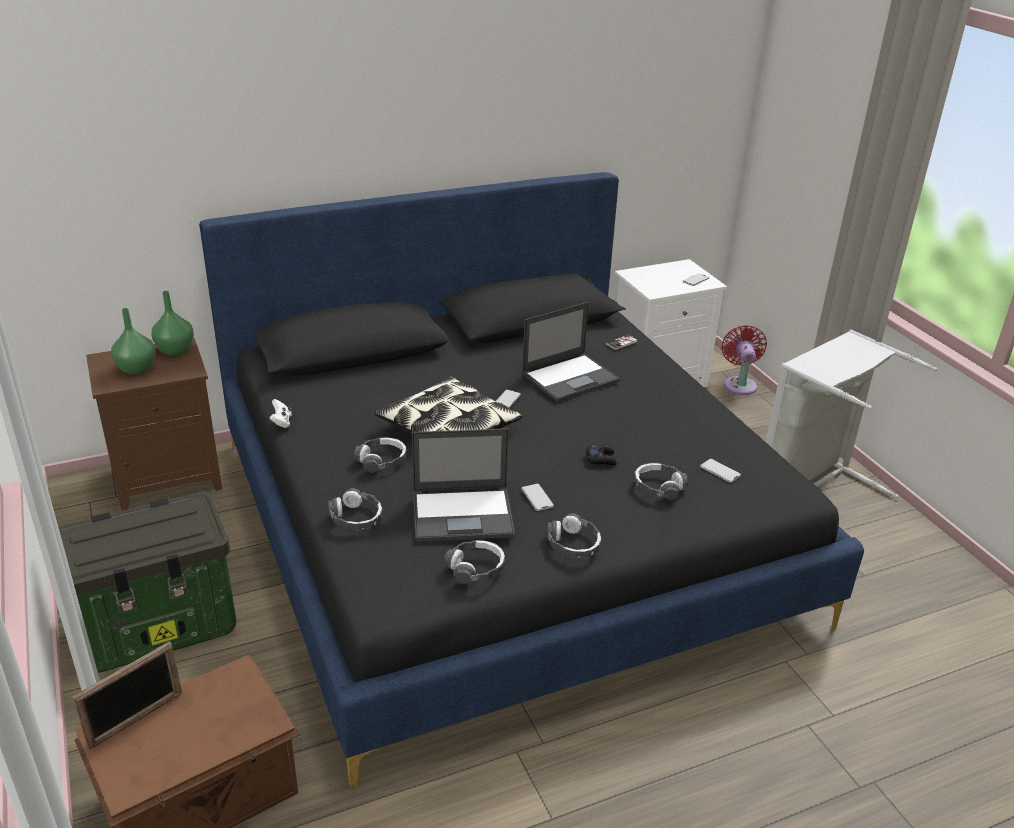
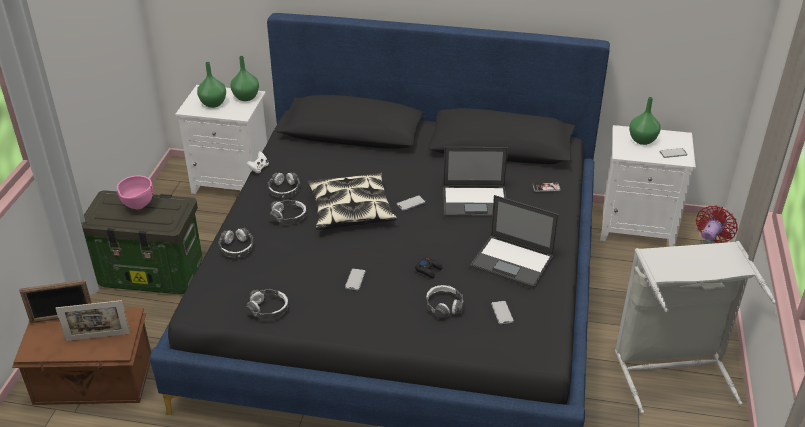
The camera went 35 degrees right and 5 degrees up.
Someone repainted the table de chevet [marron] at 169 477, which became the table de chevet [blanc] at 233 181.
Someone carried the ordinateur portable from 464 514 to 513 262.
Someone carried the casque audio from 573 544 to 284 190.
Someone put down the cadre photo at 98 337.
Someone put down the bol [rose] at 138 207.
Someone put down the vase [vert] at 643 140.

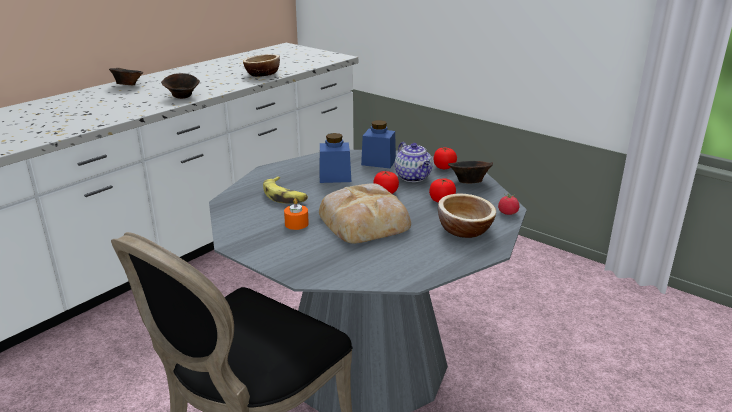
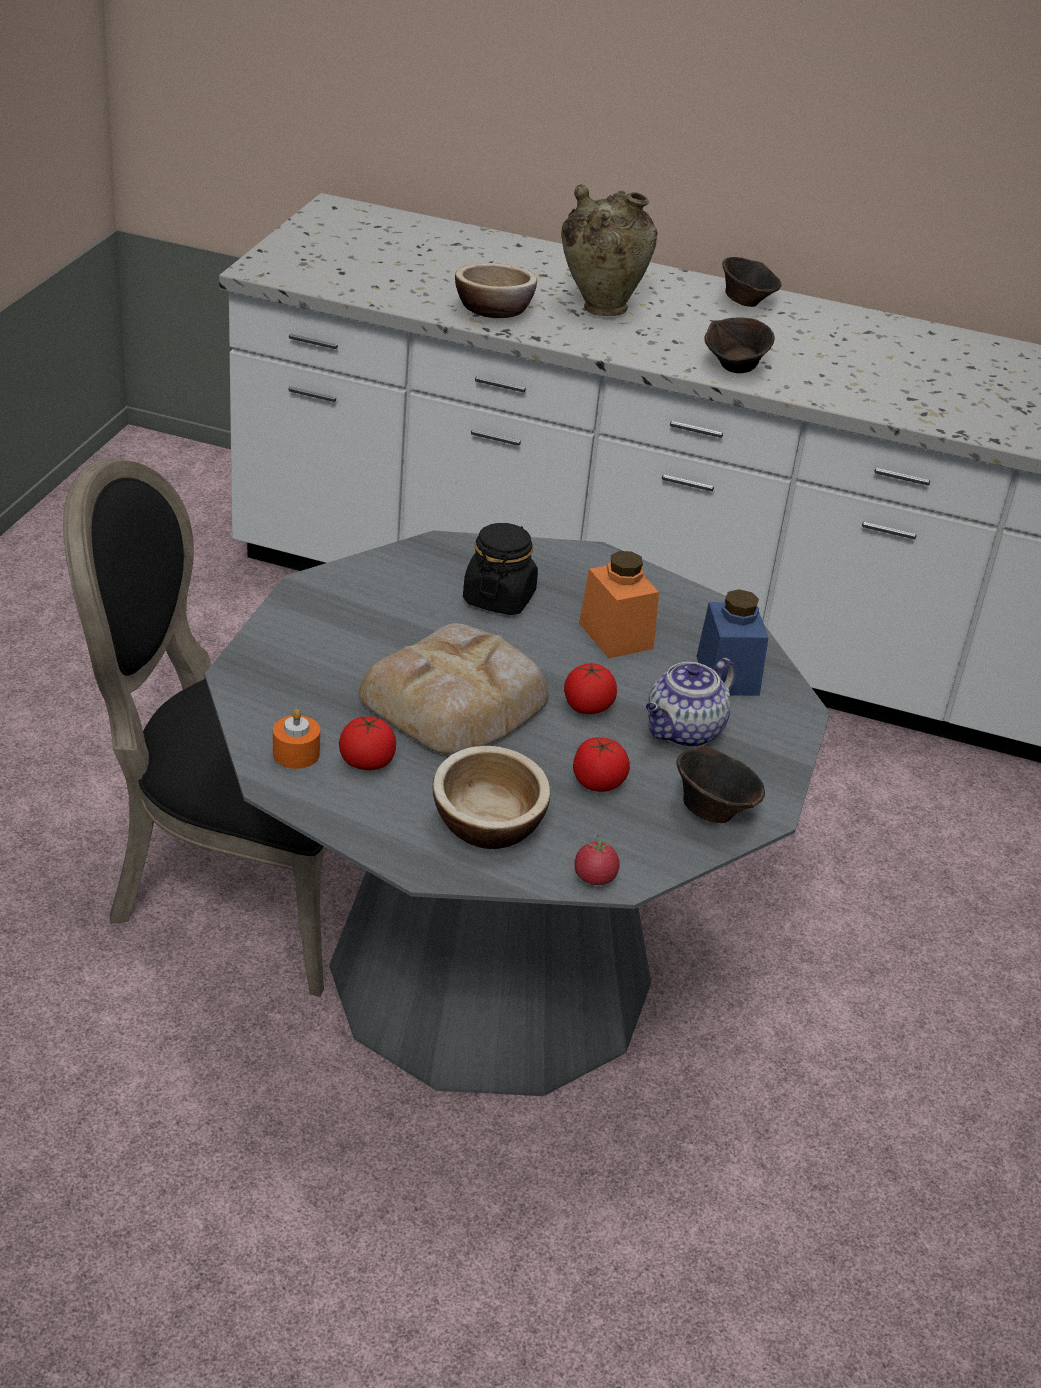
The camera went 65 degrees right and 10 degrees up.
Someone carried the bol from 262 74 to 493 310.
Someone swapped the banane at 285 196 for the bocal [noir] at 499 598.
Someone carried the bougie [orange] from 296 224 to 296 753.
Someone repainted the bocal [bleu] at 335 177, which became the bocal [orange] at 616 636.
Someone carried the tomate from 444 167 to 366 762.
Someone put down the vase [beige] at 600 307.

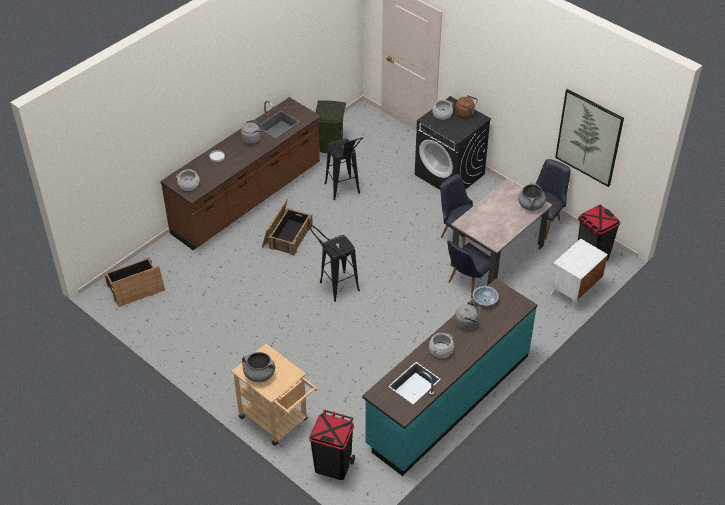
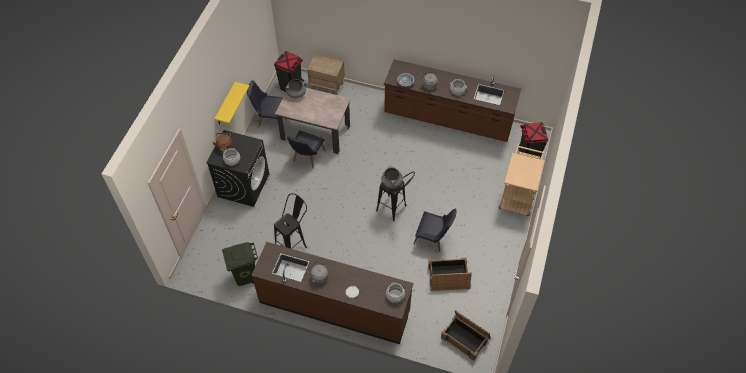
The camera went 115 degrees left and 10 degrees up.
Someone carried the marmite [gris] from 259 375 to 391 182.
Someone carried the caisse from 287 235 to 448 277.
Someone repainted the comptoir de cuisine [turquoise] at 448 400, which became the comptoir de cuisine [marron] at 448 120.
Someone carried the chaise [noir] from 467 283 to 433 239.
Someone repainted the table de chevet [blanc] at 574 292, which became the table de chevet [marron] at 327 87.
Someone took away the tableau at 589 137.
Someone put up the étagère [jaune] at 225 104.

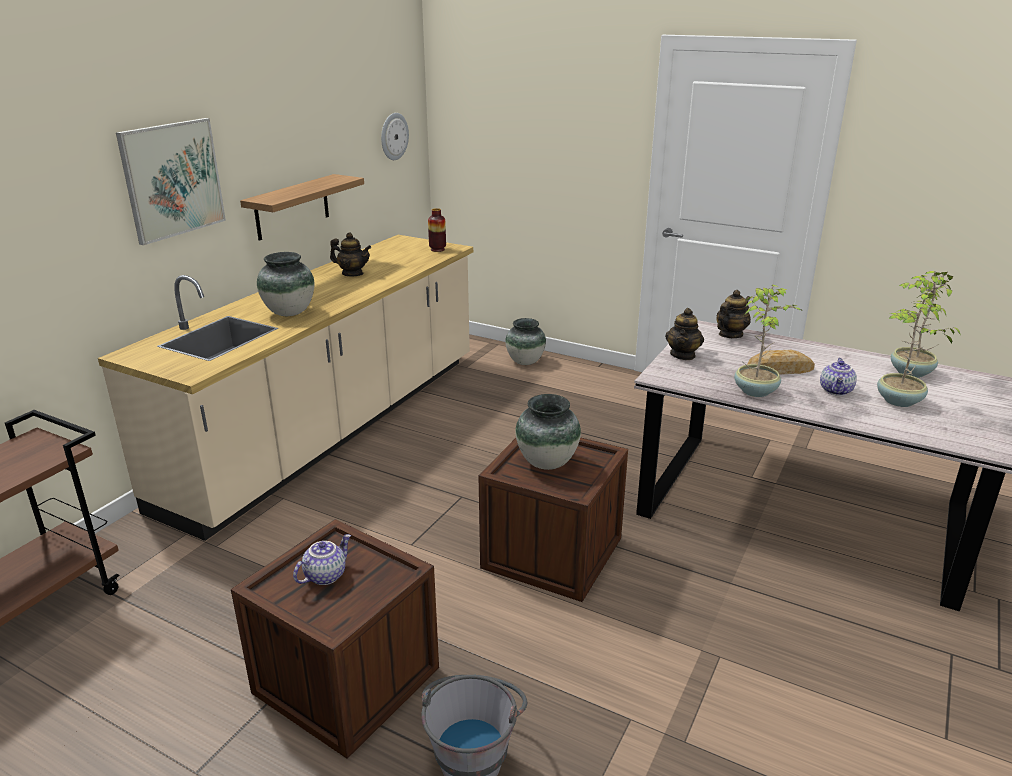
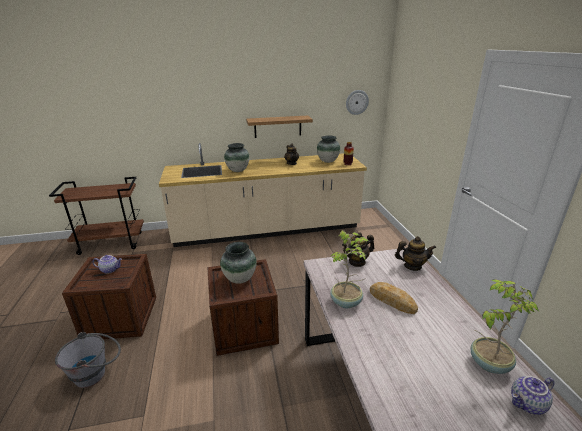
The camera went 50 degrees right and 0 degrees up.
Someone took away the tableau at 173 179.
Someone carried the vase from 525 362 to 327 161.
Someone carried the théière from 836 391 to 528 404.
Someone took away the plante en pot at 898 401.

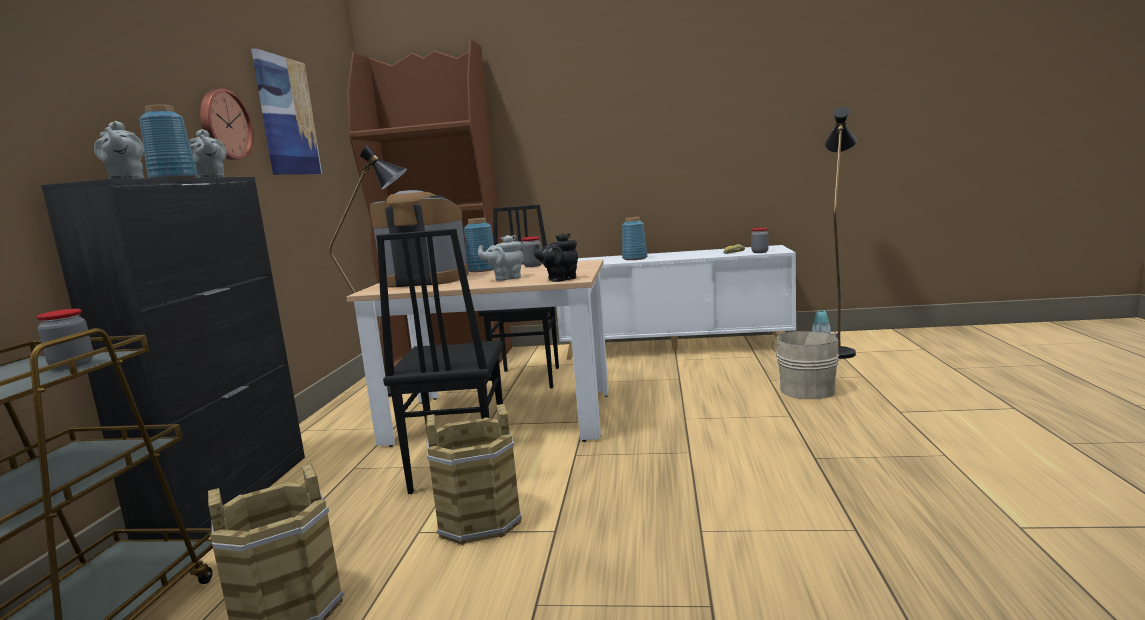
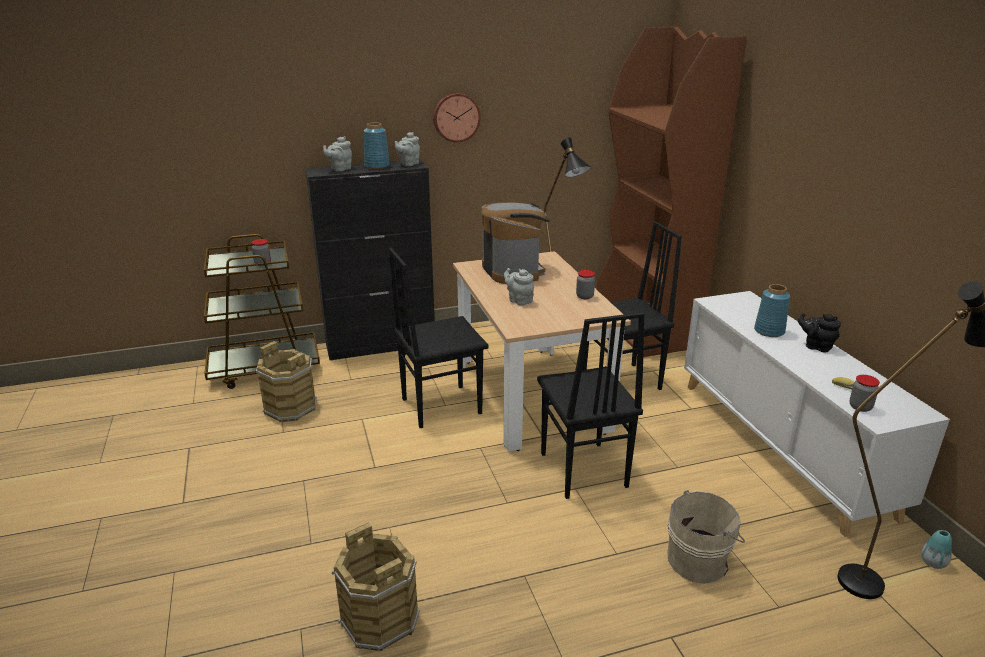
The camera went 65 degrees right and 15 degrees up.
Someone took away the tableau at 287 116.
Someone carried the seau [marron] from 479 520 to 379 620.
Someone took away the vase [bleu] at 482 270.
Someone carried the théière [noir] from 560 279 to 816 346.
Someone put down the chaise [noir] at 582 471.

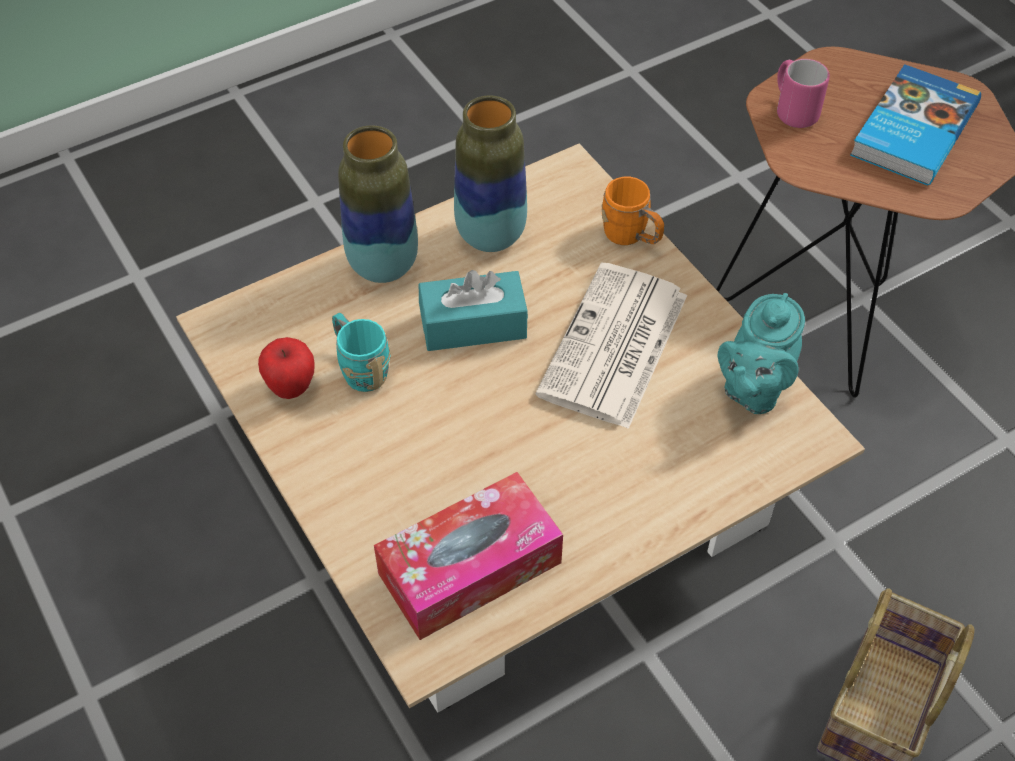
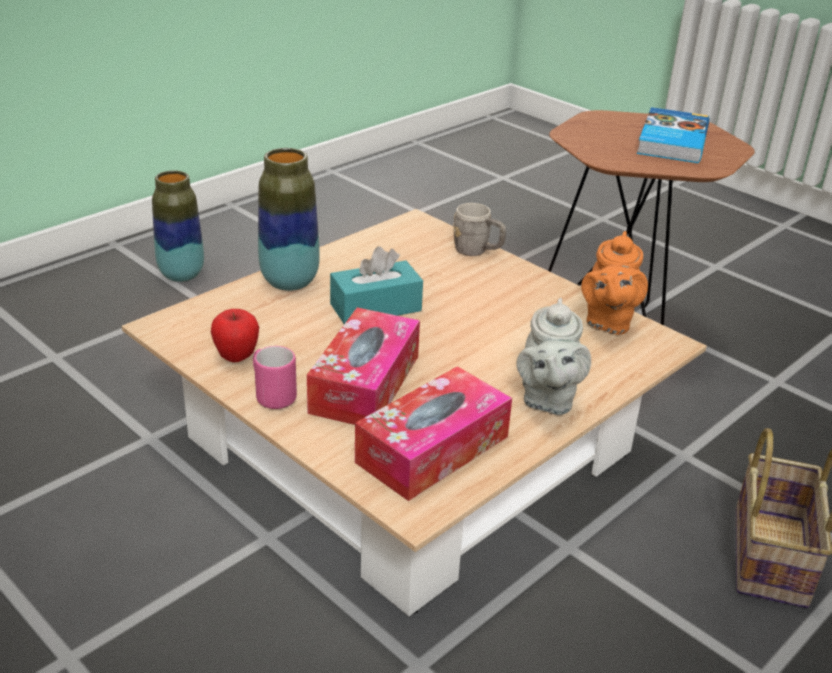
The camera went 15 degrees left and 20 degrees down.
Someone took away the mug [turquoise] at 360 368.
Someone carried the vase from 491 235 to 181 275.
Someone took away the journal at 614 347.
Someone repainted the mug [orange] at 631 237, which became the mug [gris] at 477 251.
Someone repainted the théière [turquoise] at 753 389, which became the théière [orange] at 608 322.
Someone carried the mug [rose] from 792 110 to 272 395.
Someone put down the boîte à mouchoirs at 365 384.
Someone put down the théière [gris] at 547 399.

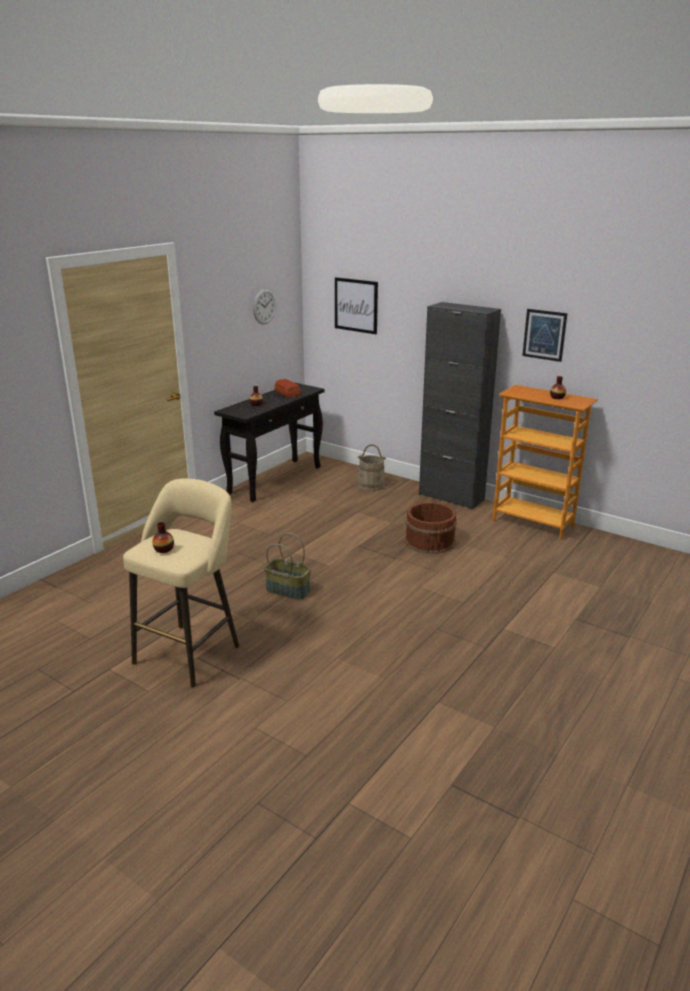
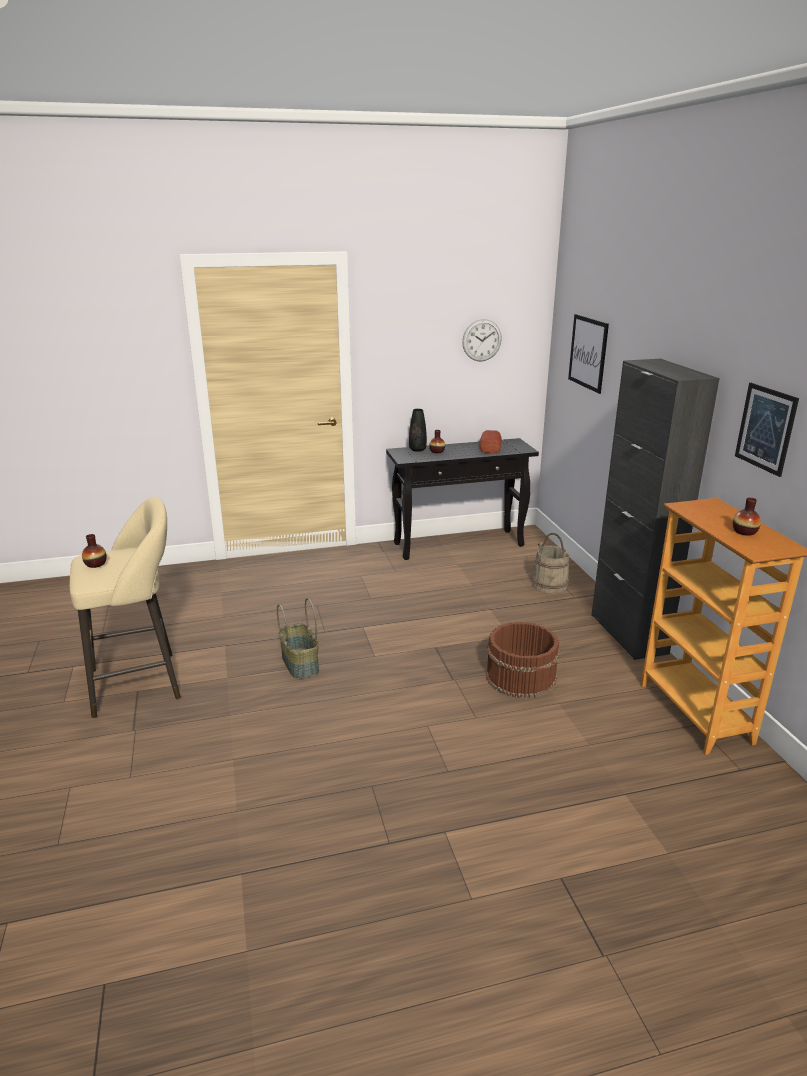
The camera went 40 degrees right and 0 degrees up.
Someone put down the vase [noir] at 417 449.

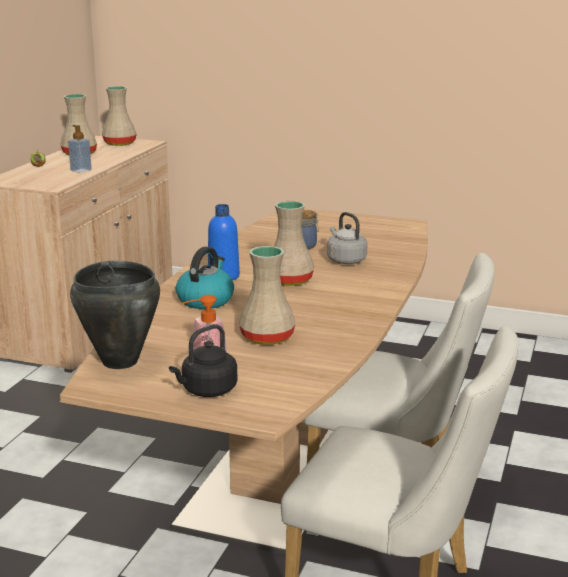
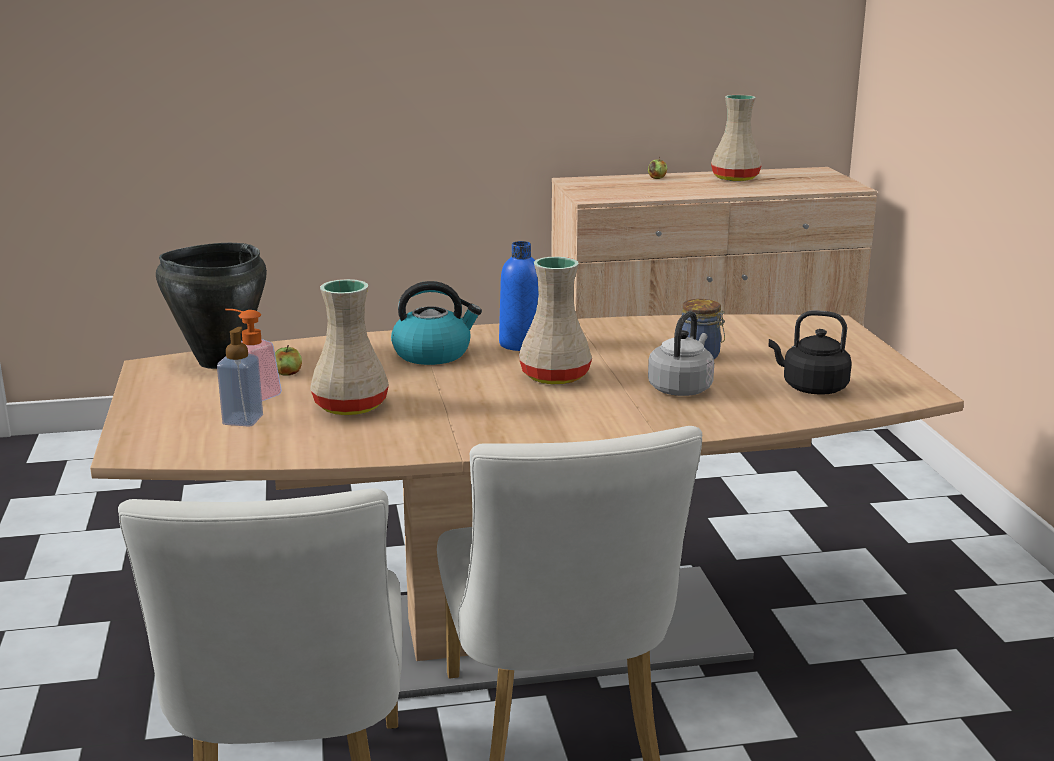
The camera went 60 degrees right and 0 degrees up.
Someone carried the distributeur de savon from 81 170 to 243 420.
Someone took away the vase [beige] at 119 144.
Someone carried the bouilloire [noir] from 207 390 to 811 388.
Someone put down the pomme at 288 373.

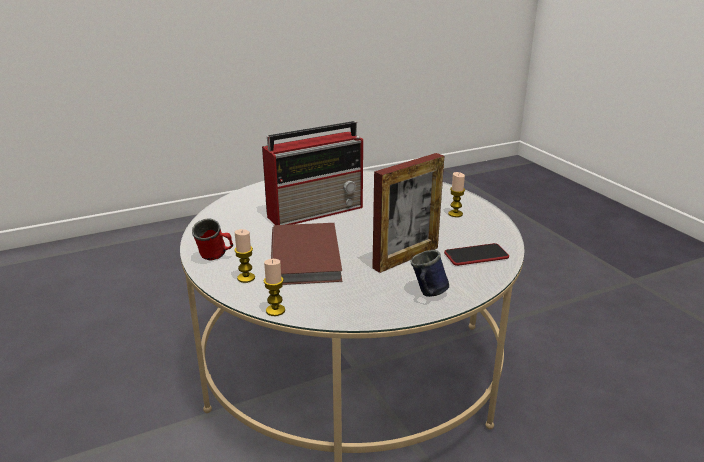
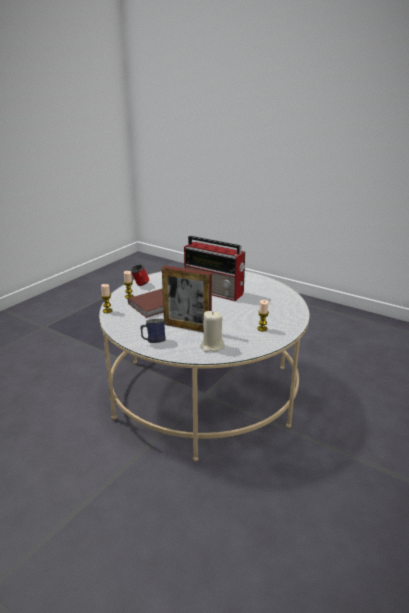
The camera went 60 degrees right and 0 degrees up.
Someone swapped the téléphone at 476 256 for the bougie [beige] at 212 346.

